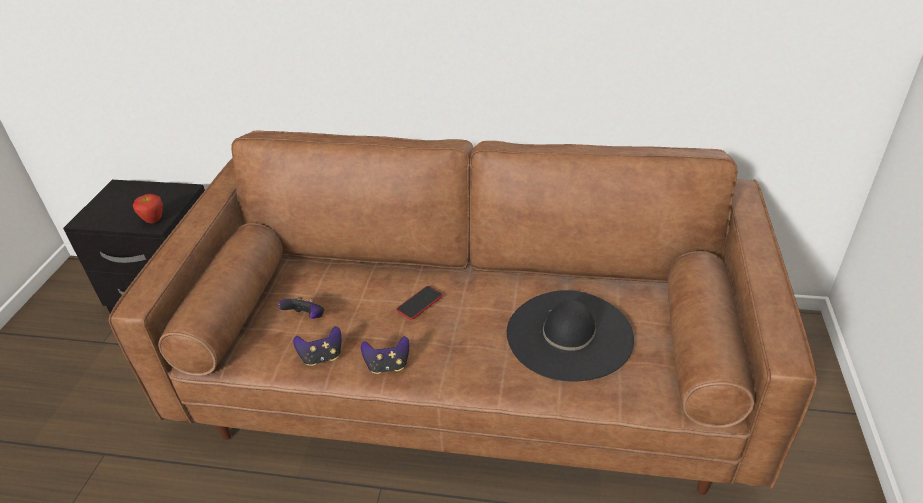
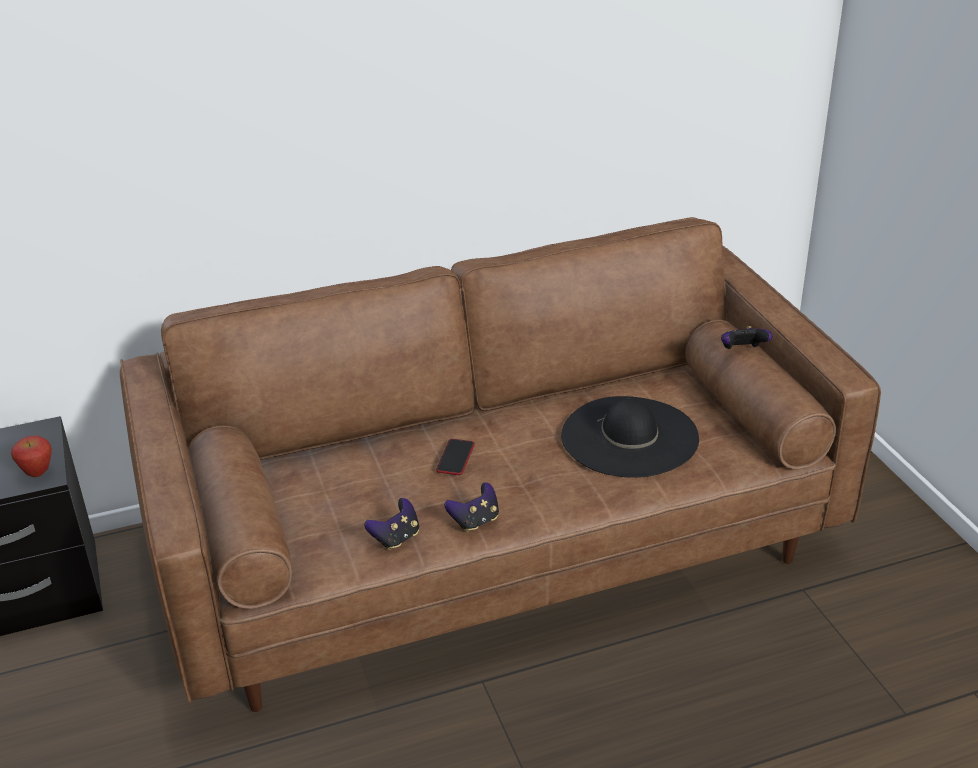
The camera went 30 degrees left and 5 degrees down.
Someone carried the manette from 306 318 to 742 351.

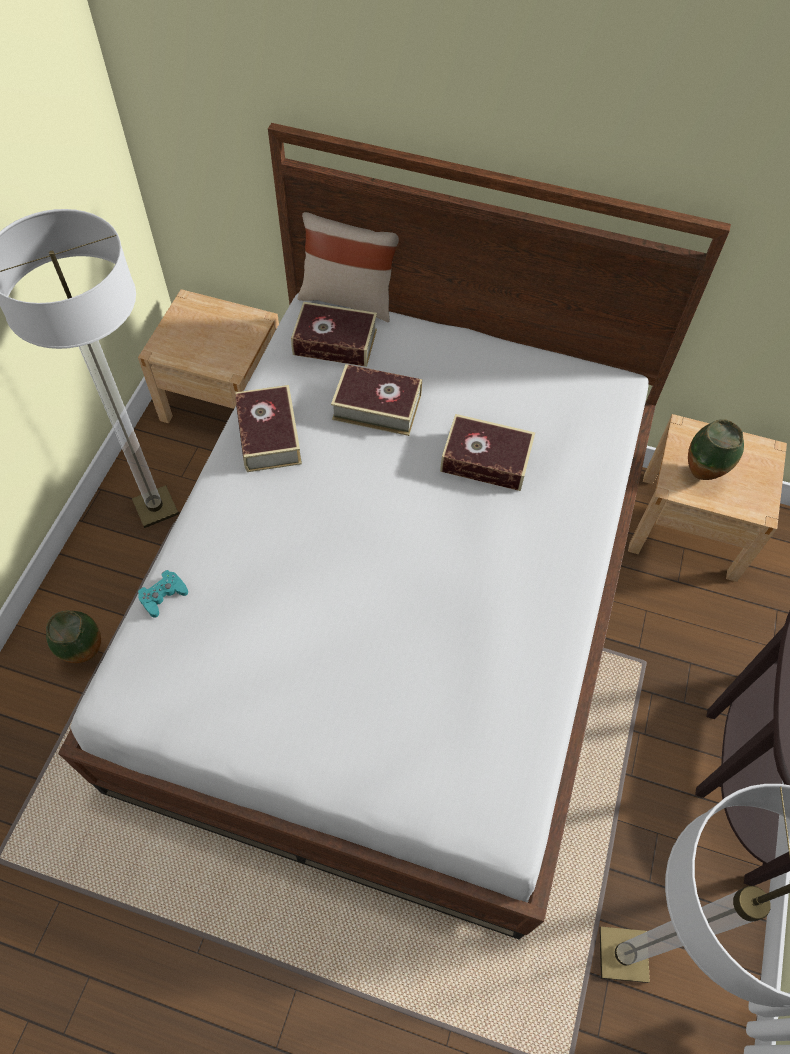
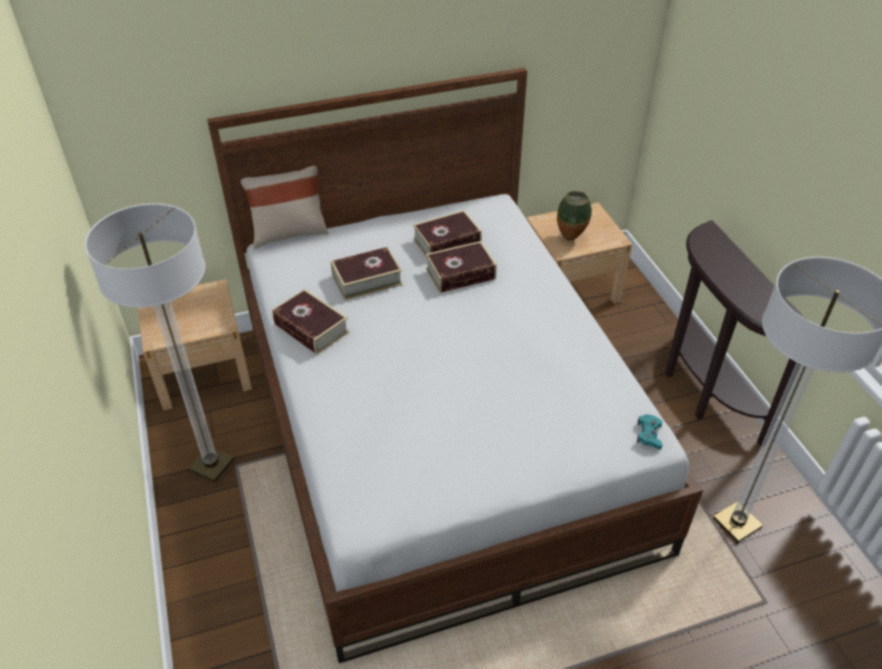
The camera went 35 degrees left and 15 degrees down.
Someone took away the vase at 88 655.
Someone carried the manette [turquoise] from 163 596 to 649 435.
Someone carried the livre from 335 342 to 447 242.

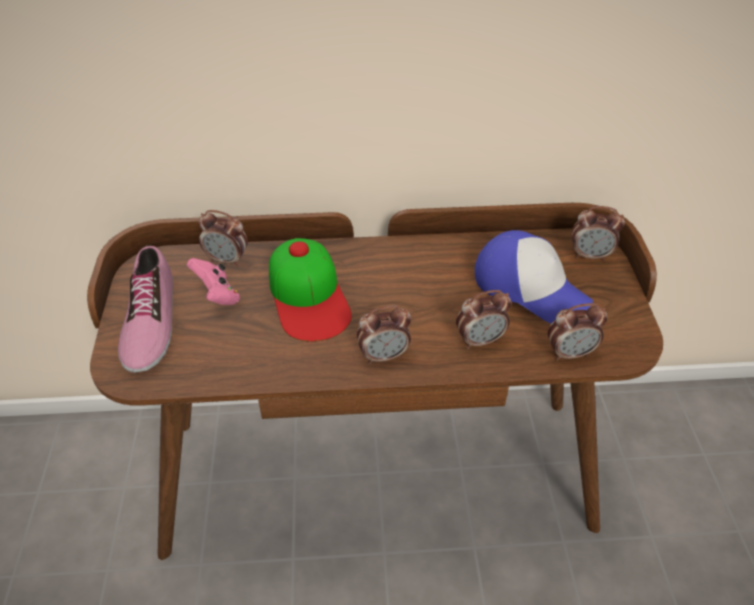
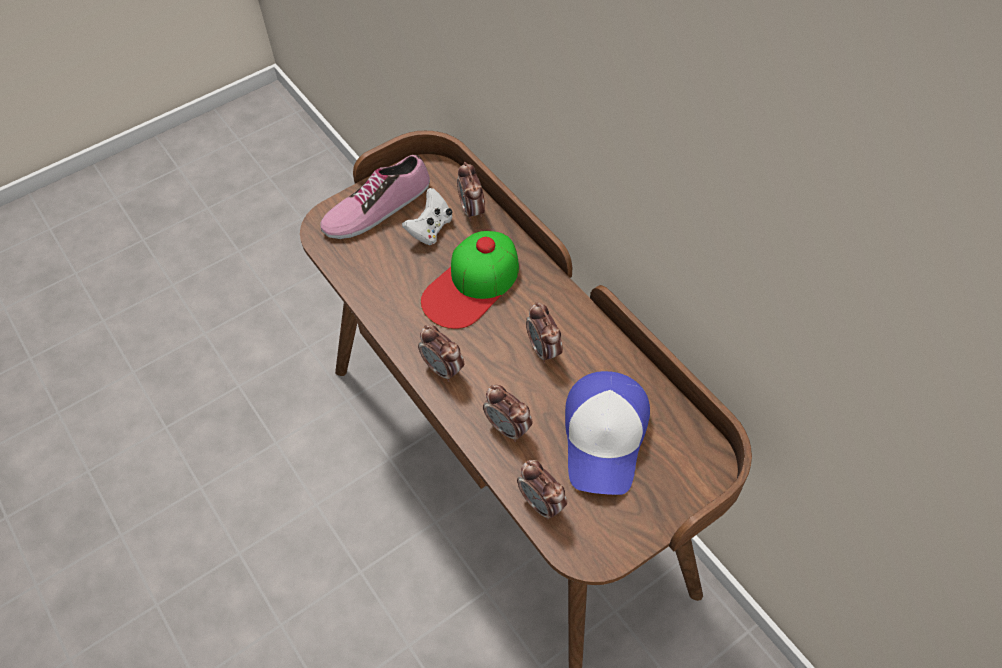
The camera went 60 degrees right and 10 degrees up.
Someone repainted the manette [rose] at 217 295, which became the manette [blanc] at 430 229.
Someone carried the réveil from 590 255 to 544 350.

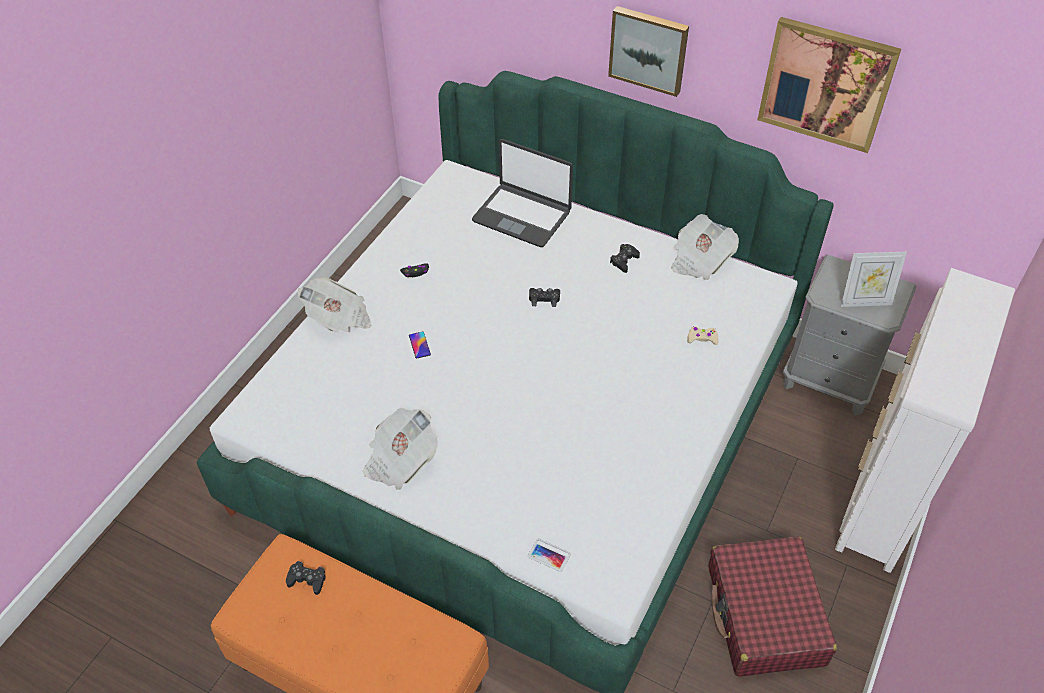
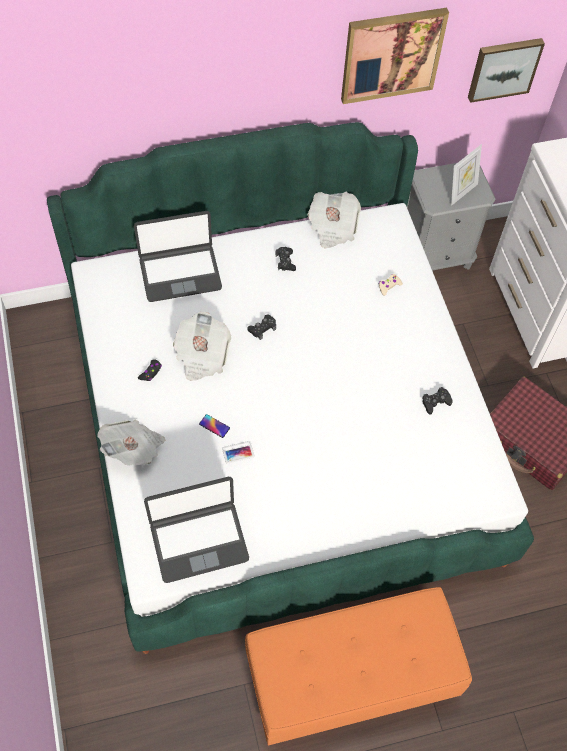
The camera went 45 degrees left and 10 degrees up.
Someone carried the manette [noir] from 307 580 to 435 402.
Someone carried the journal from 400 460 to 202 356.
Someone carried the téléphone from 549 555 to 238 452.
Someone carried the tableau from 649 49 to 503 68.
Someone put down the ordinateur portable at 198 540.

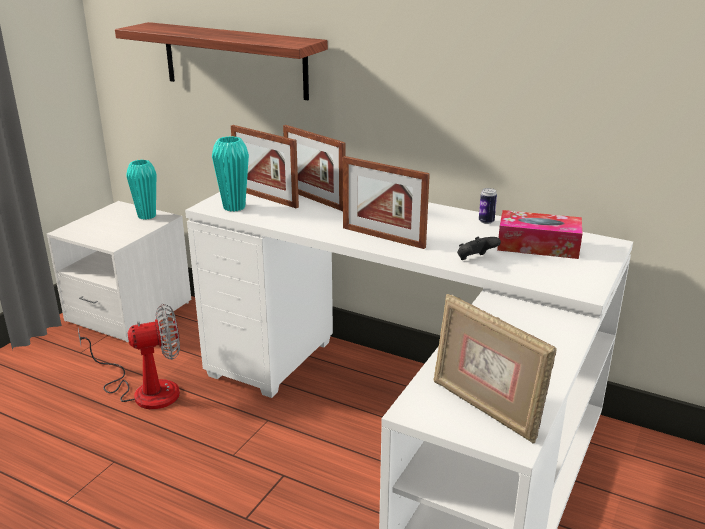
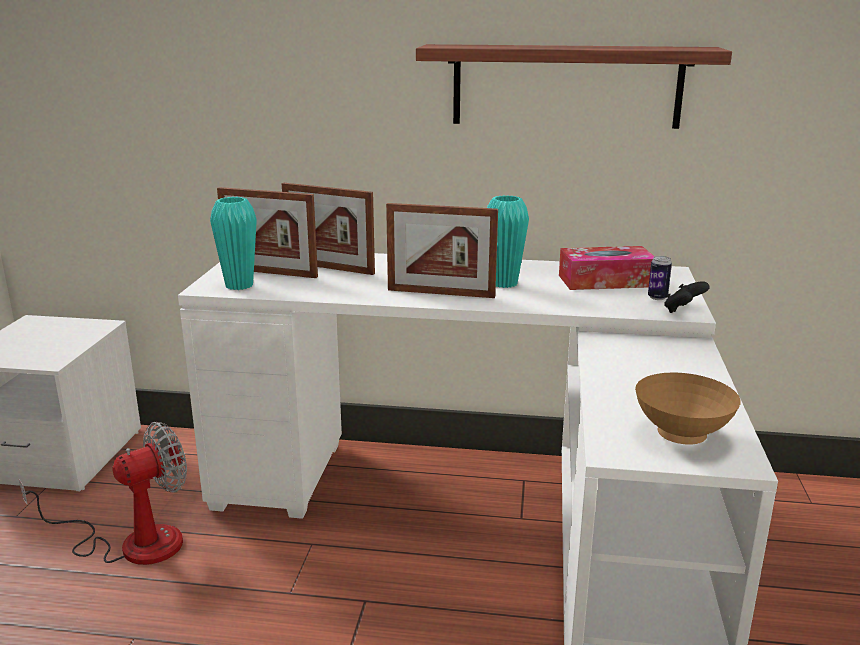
The camera went 20 degrees left and 5 degrees down.
Someone carried the étagère from 234 60 to 566 86.
Someone carried the vase [turquoise] from 147 216 to 504 283.
Someone swapped the cadre photo at 485 408 for the bol [marron] at 682 436.
Someone carried the manette [noir] from 475 260 to 683 311.
Someone carried the boîte métallique from 486 221 to 657 297.

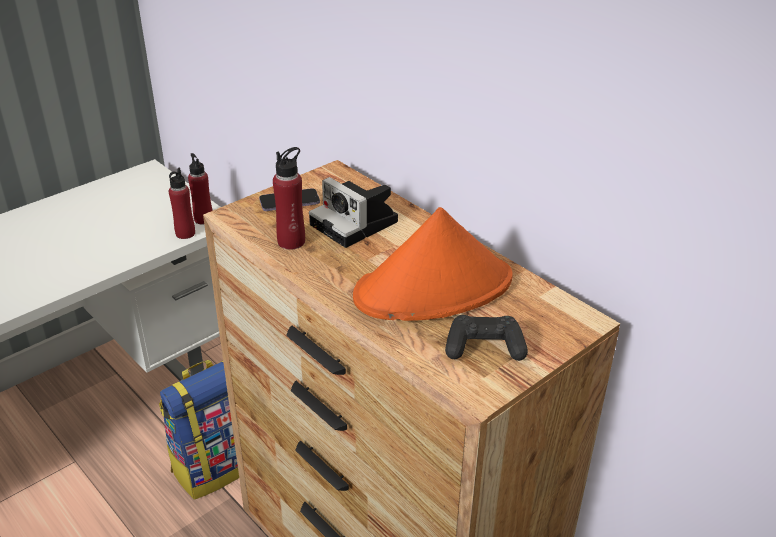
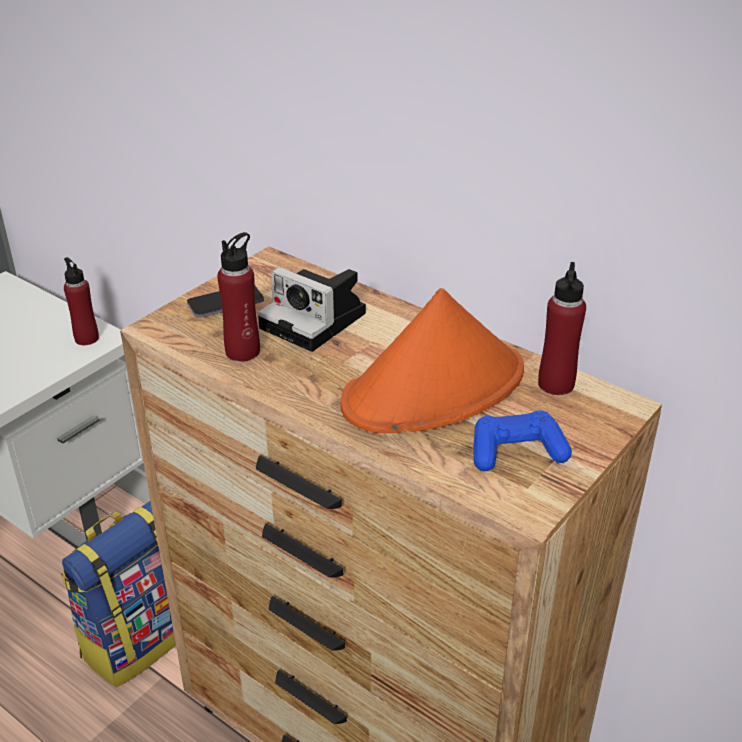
The camera went 10 degrees left and 0 degrees up.
Someone carried the bouteille [rouge] from 185 233 to 556 384.
Someone repainted the manette [noir] at 484 347, which became the manette [bleu] at 516 452.

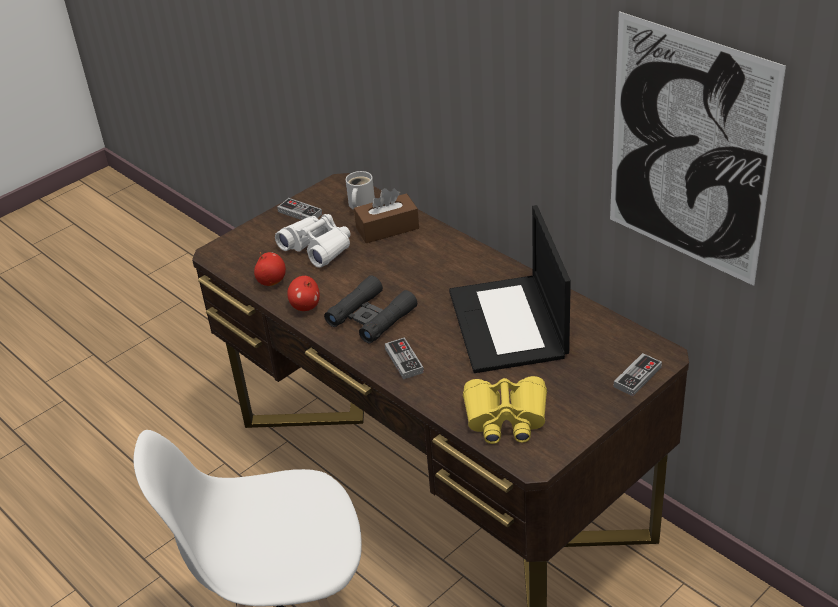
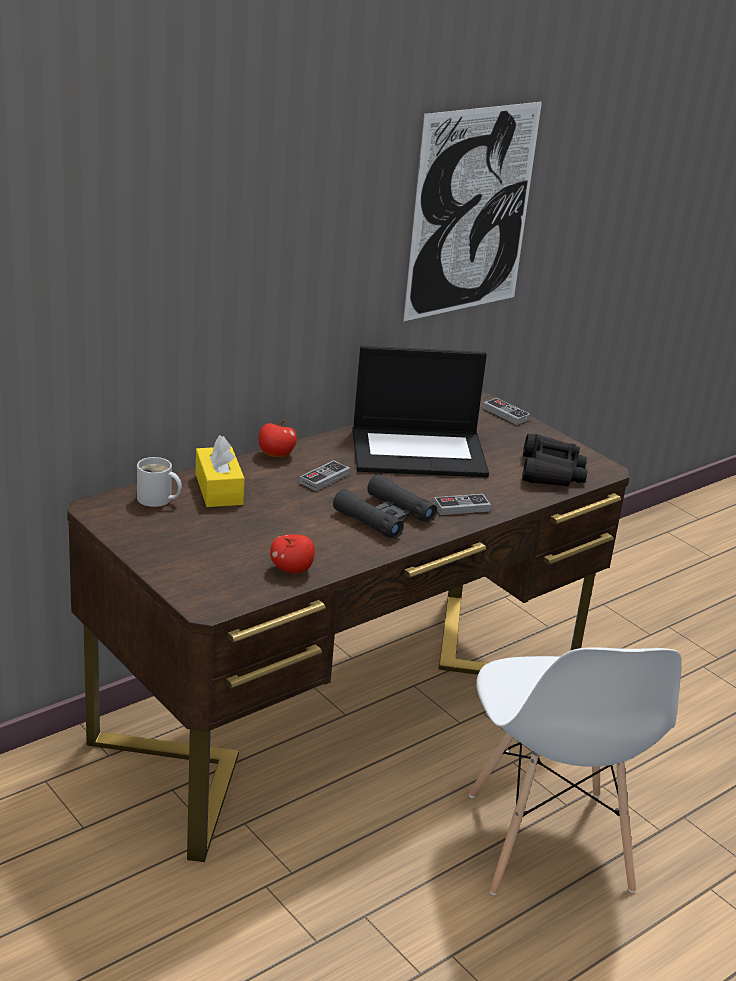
The camera went 90 degrees left and 10 degrees down.
Someone took away the jumelles [blanc] at 318 247.
Someone carried the manette from 300 213 to 324 478.
Someone carried the pomme from 305 306 to 276 455.
Someone repainted the boîte à mouchoirs [marron] at 387 228, which became the boîte à mouchoirs [jaune] at 219 489.
Someone repainted the jumelles [jaune] at 505 418, which became the jumelles [noir] at 551 472.

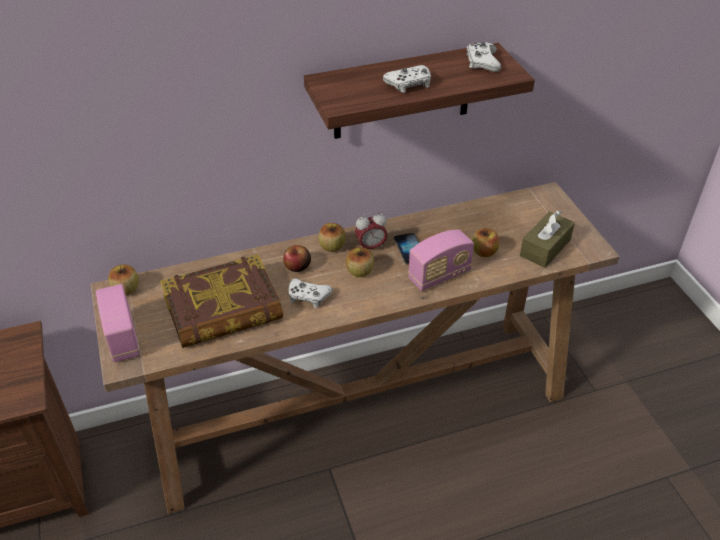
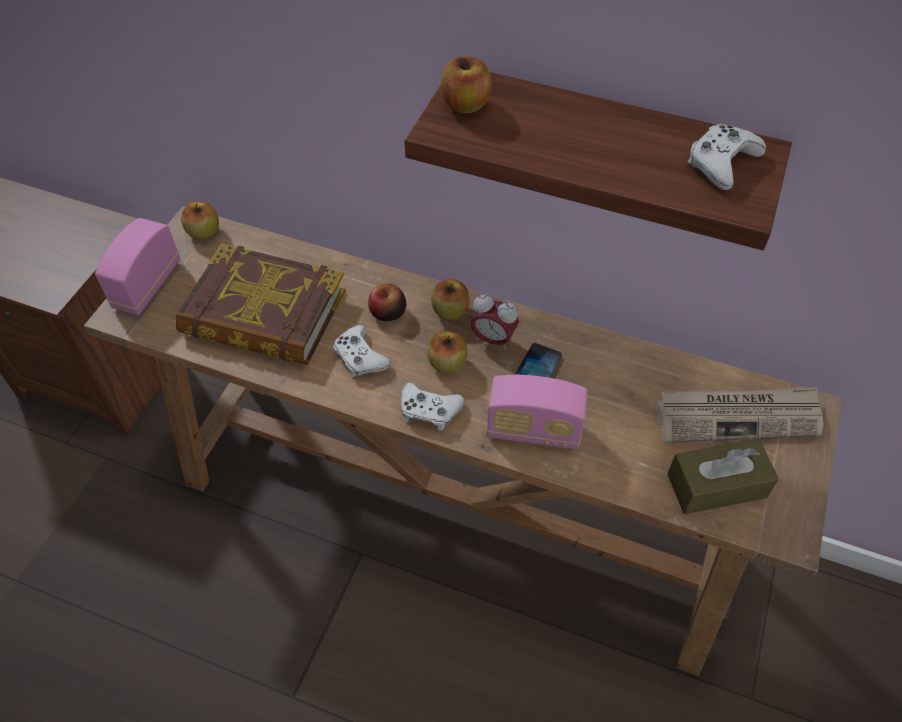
The camera went 40 degrees right and 10 degrees up.
Someone carried the manette [blanc] from 409 84 to 429 410.
Someone carried the pomme from 484 252 to 465 104.
Someone put down the journal at 738 416.

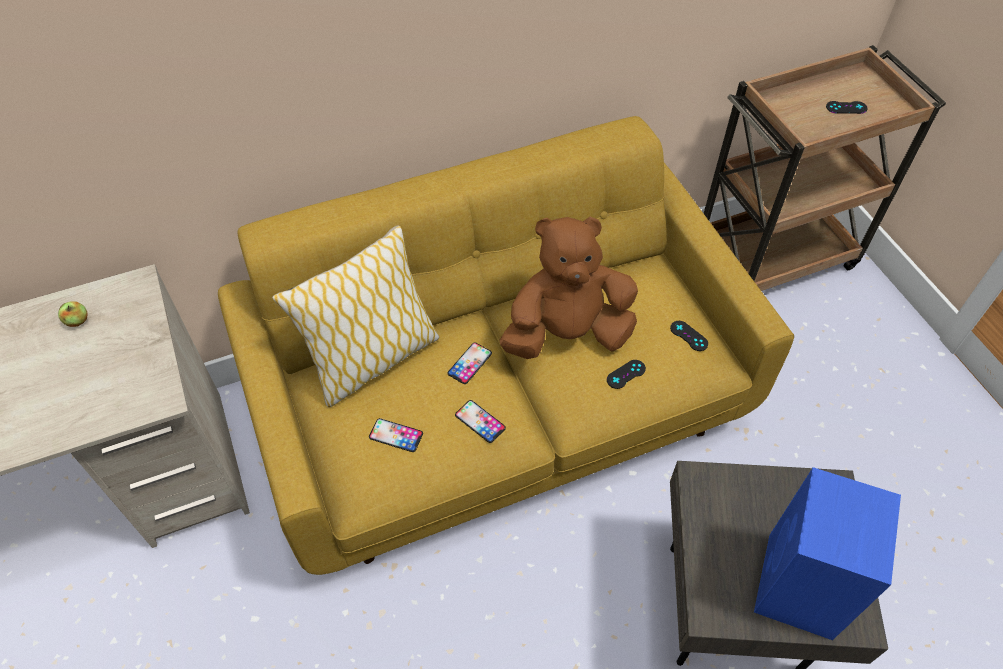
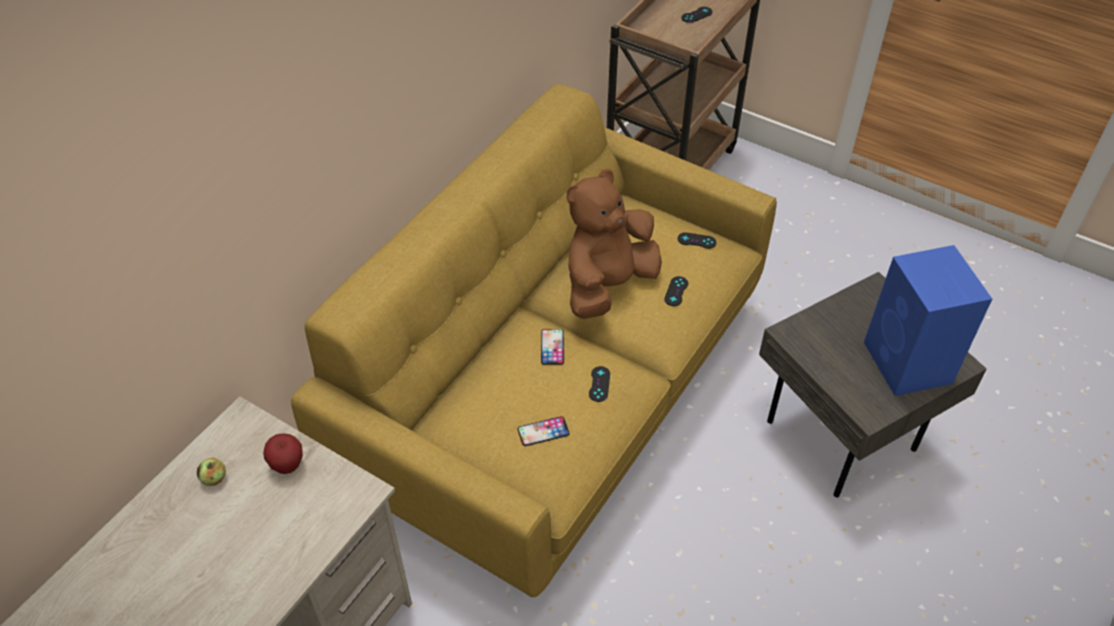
The camera went 35 degrees left and 5 degrees down.
Someone took away the coussin at 372 360.
Someone swapped the téléphone at 480 421 for the manette [noir] at 599 384.
Someone put down the pomme at 287 465.

